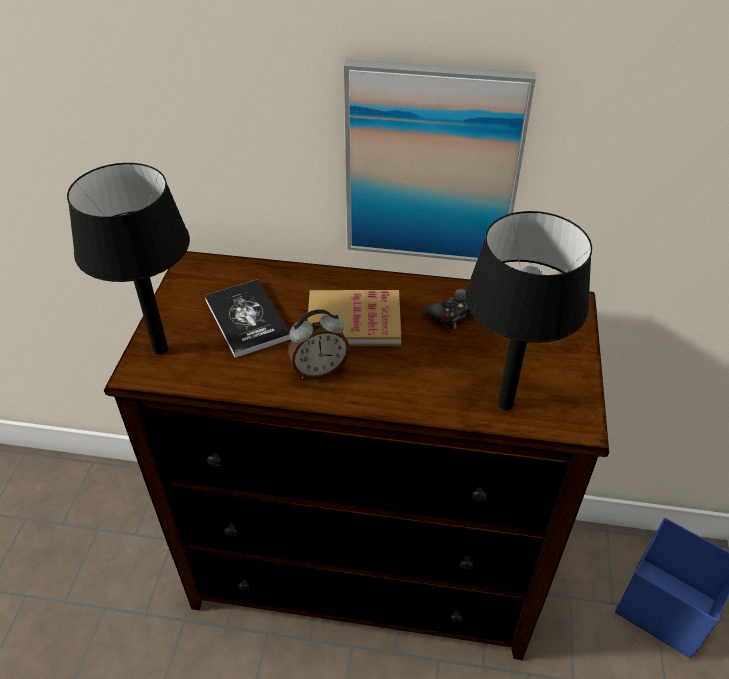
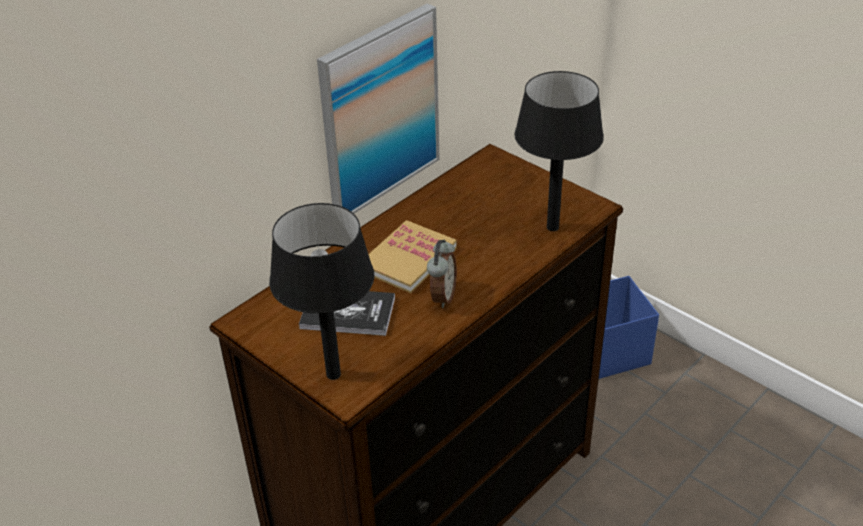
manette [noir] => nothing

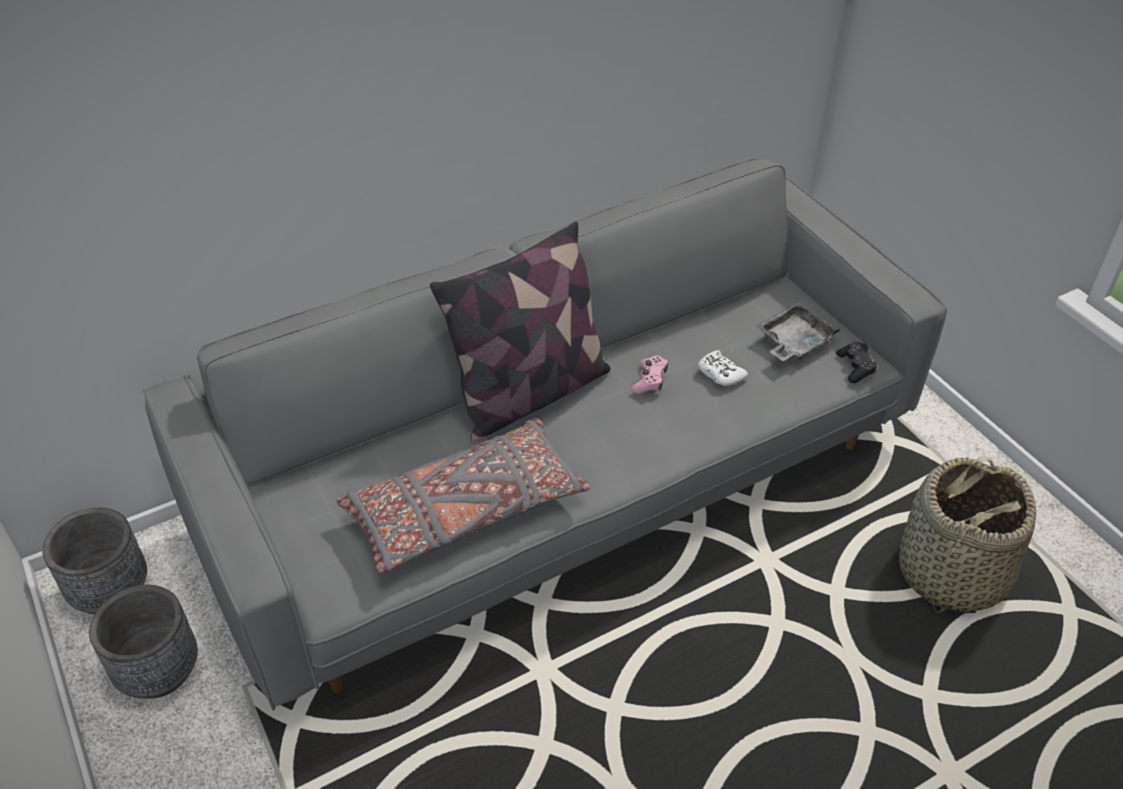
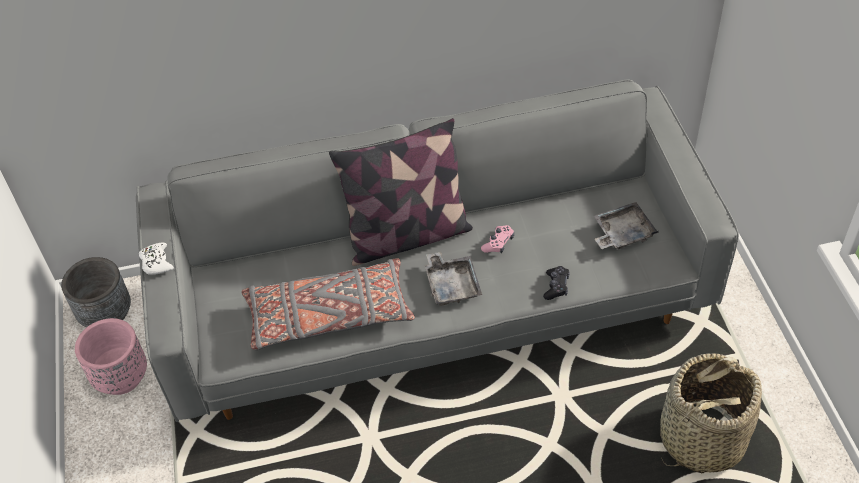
cache-pot [gris] (2nd from left) => cache-pot [rose]
manette [blanc], moved
manette [noir], moved
nothing => plateau [gris] (1st from left)

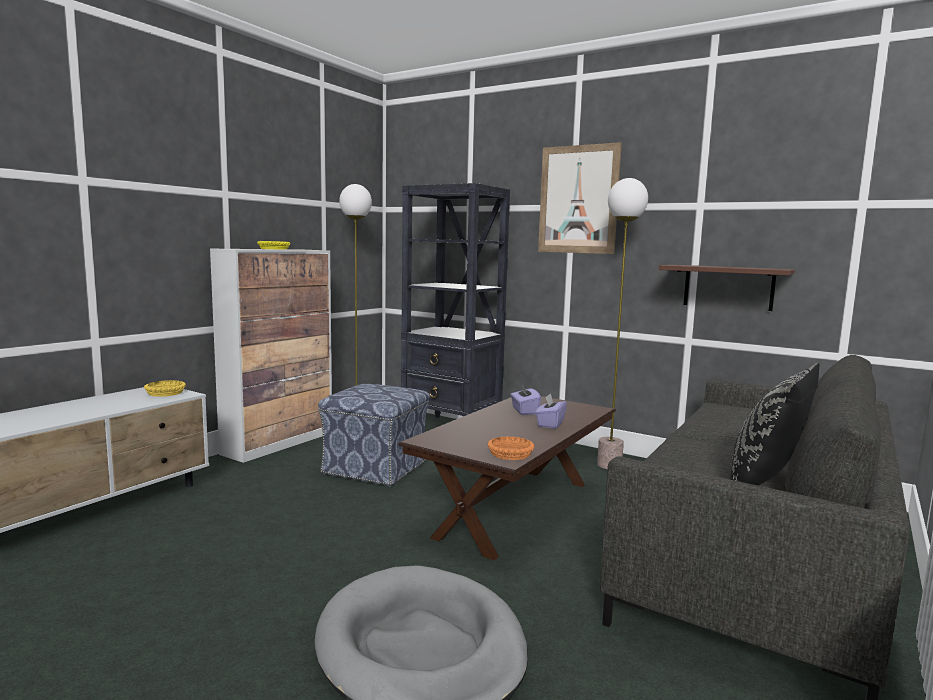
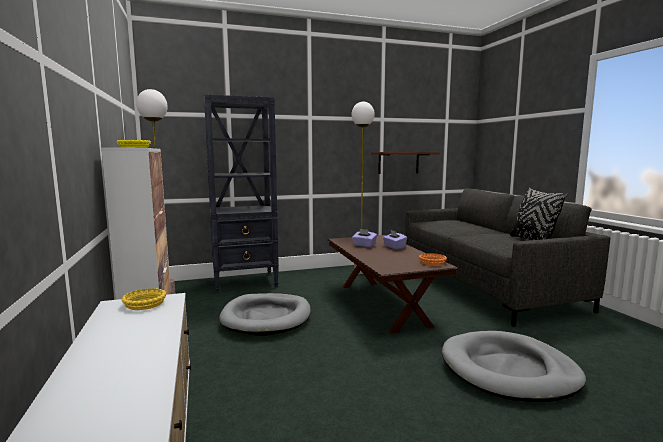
pouf => panier pour chien [gris] (1st from left)
tableau => nothing

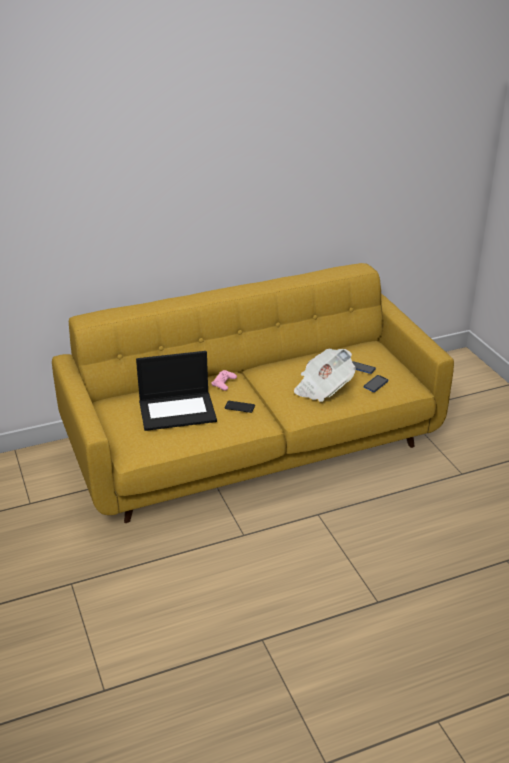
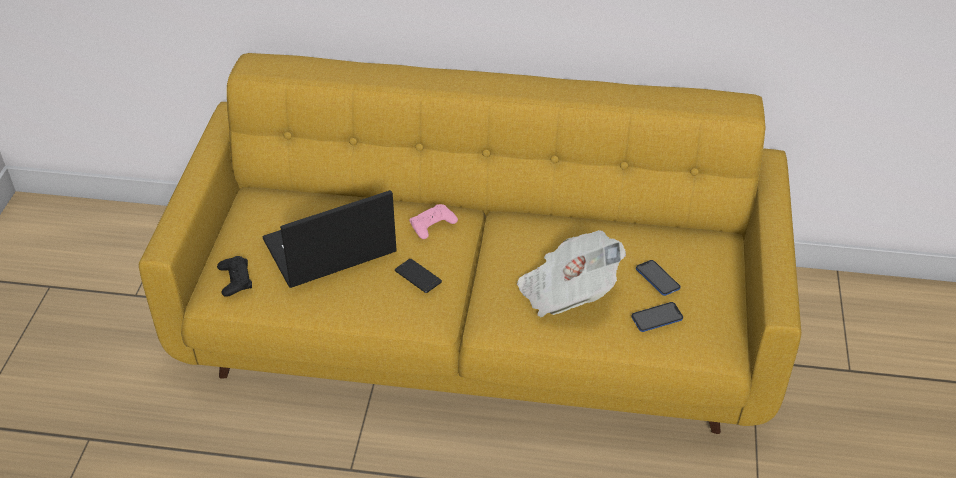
ordinateur portable, 135 degrees clockwise
nothing => manette [noir]

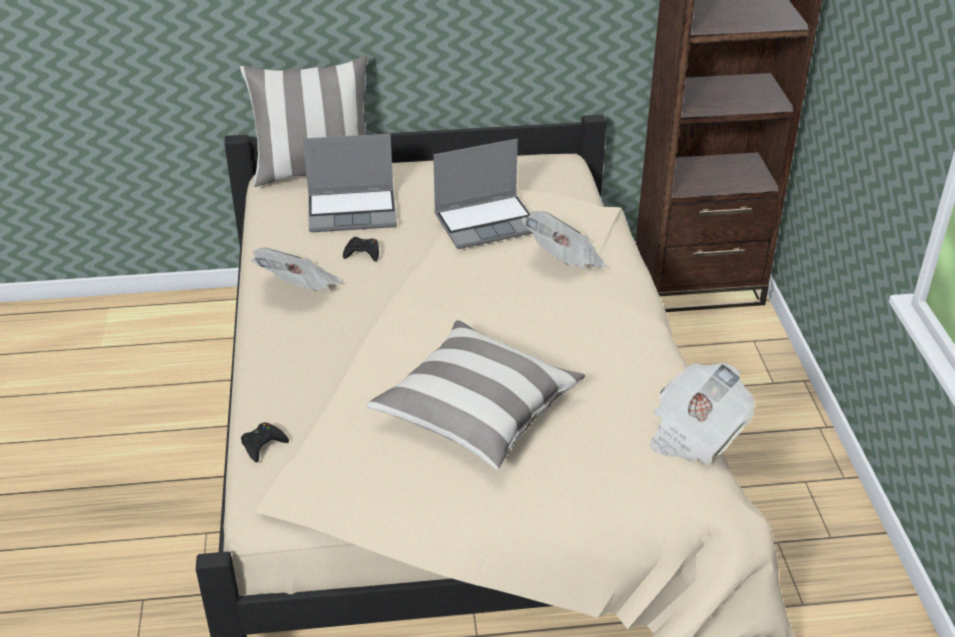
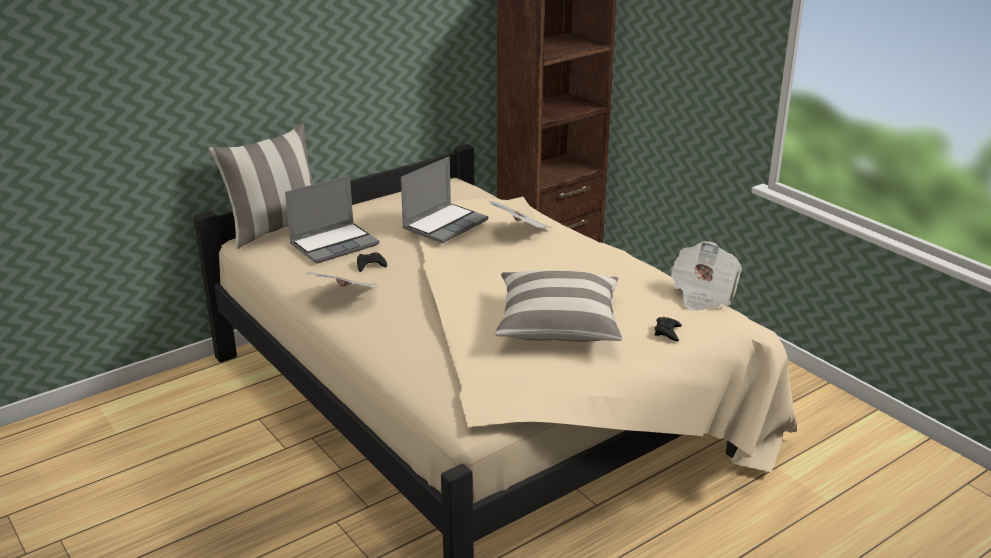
manette [noir] (1st from left in the first image) => manette [noir] (2nd from left), moved

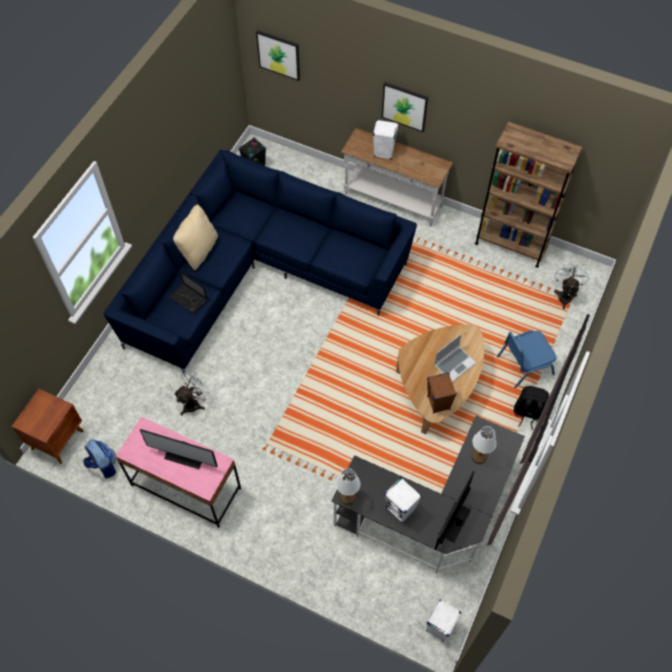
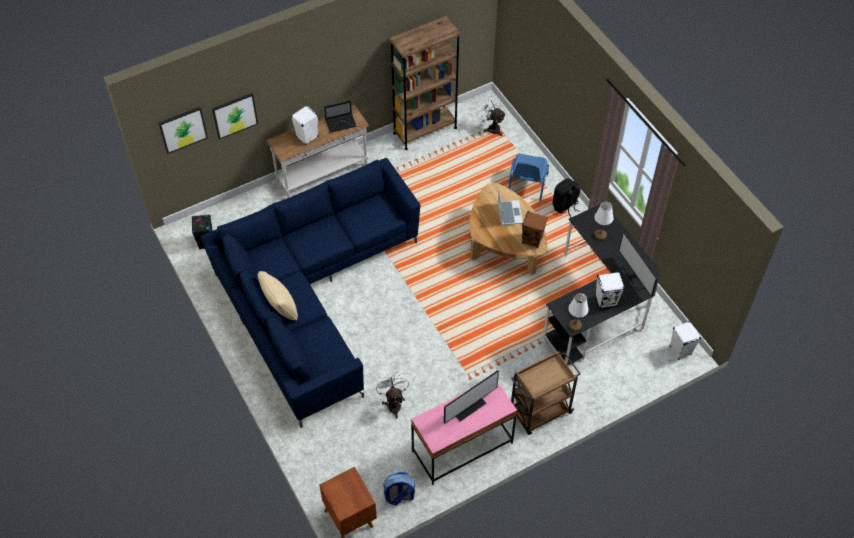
ordinateur portable (1st from left), moved
tableau (2nd from left), moved
nothing => chariot [marron]

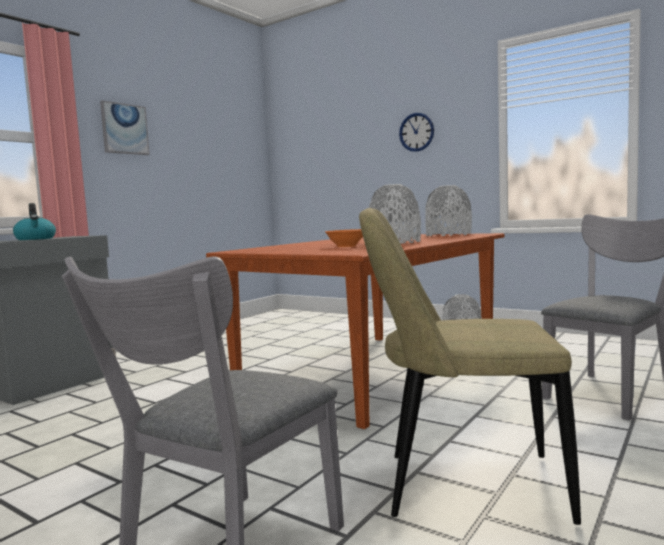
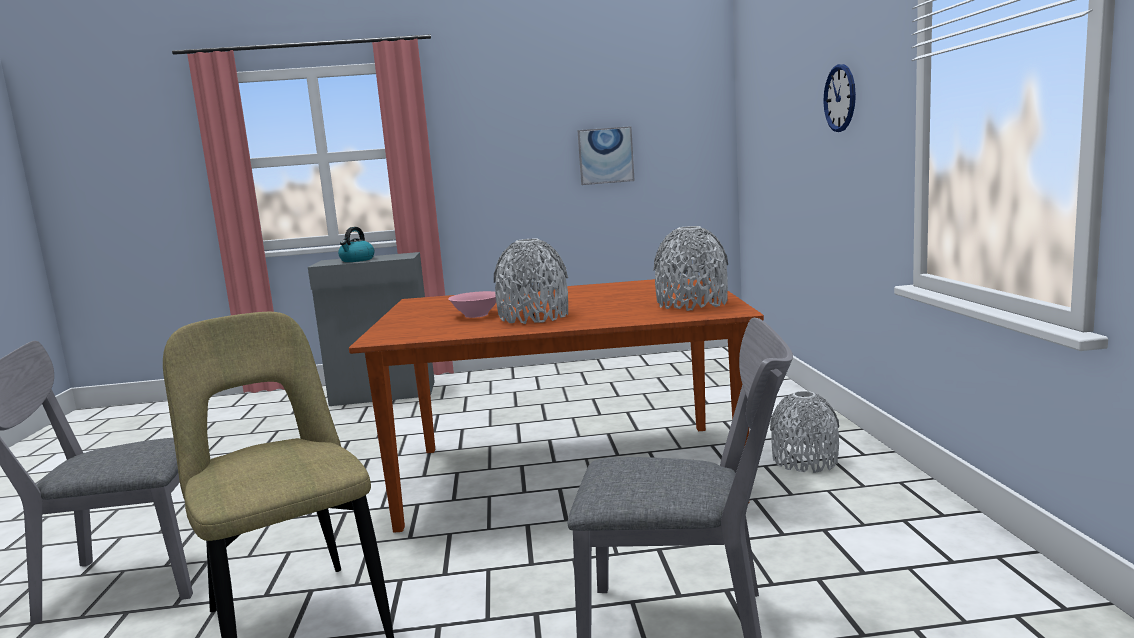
tableau, moved
bol [orange] => bol [rose]

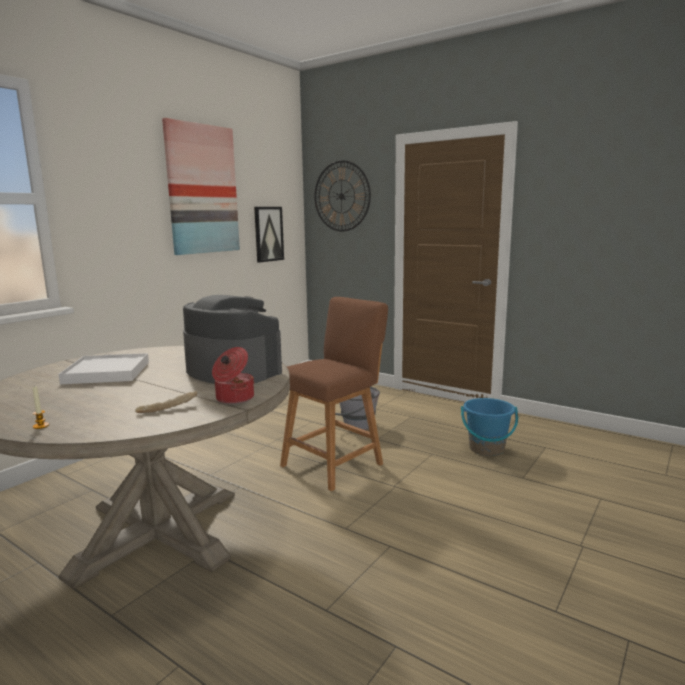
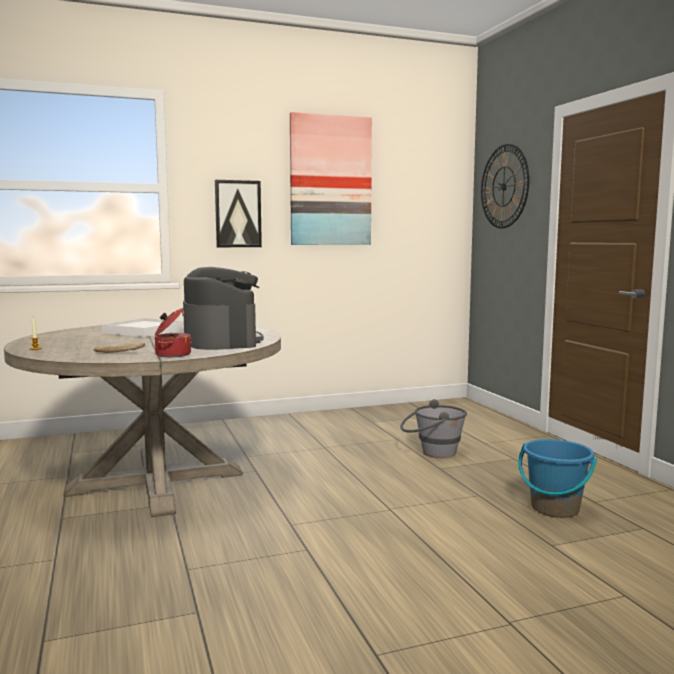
tableau (2nd from left in the first image) => tableau (1st from left), moved
tabouret [marron] => nothing

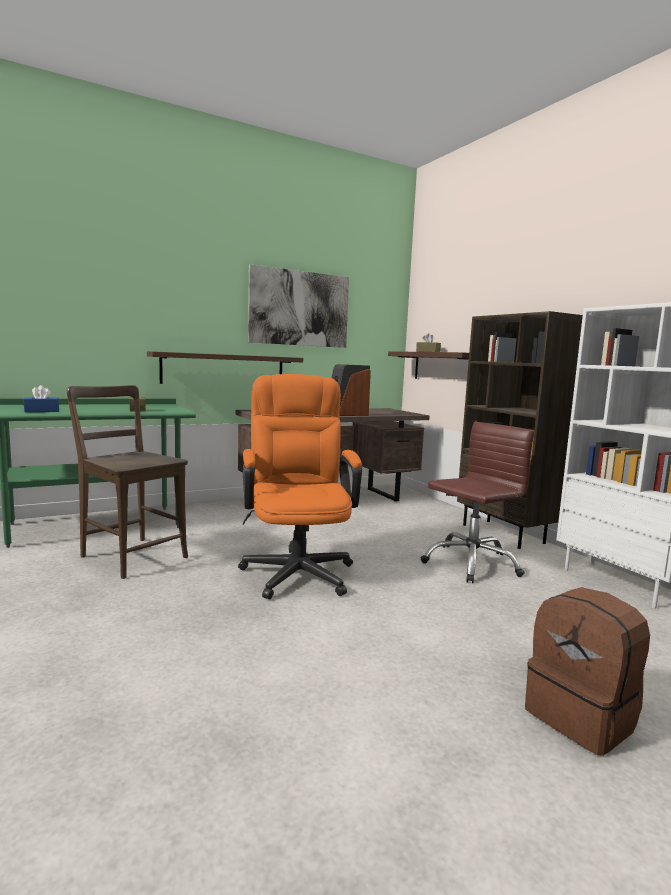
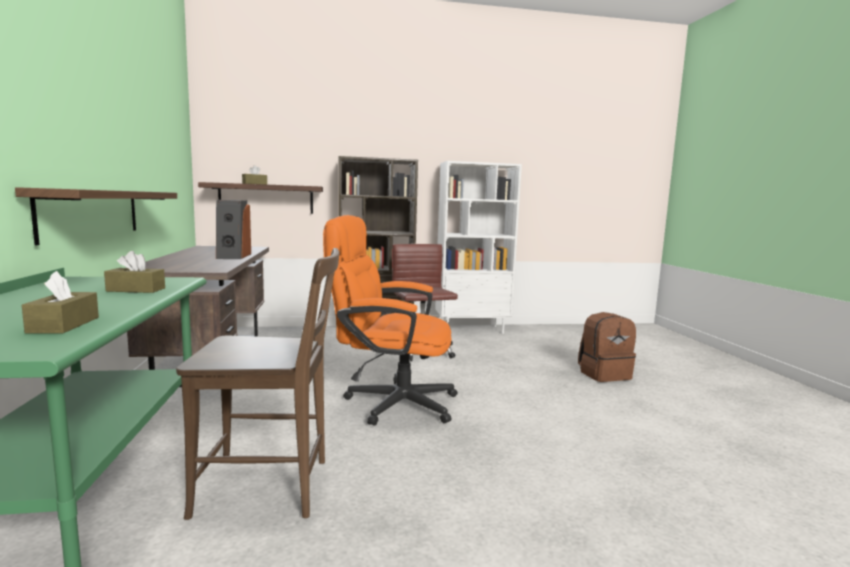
boîte à mouchoirs [bleu] => boîte à mouchoirs [marron] (1st from left)
chaise [marron], 150 degrees counterclockwise
tableau => nothing

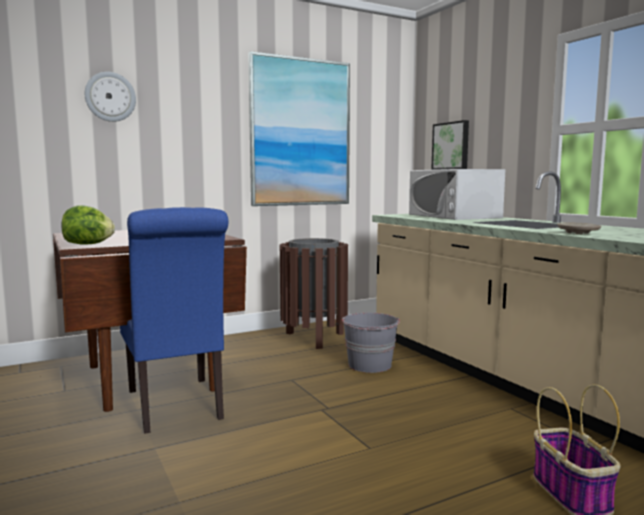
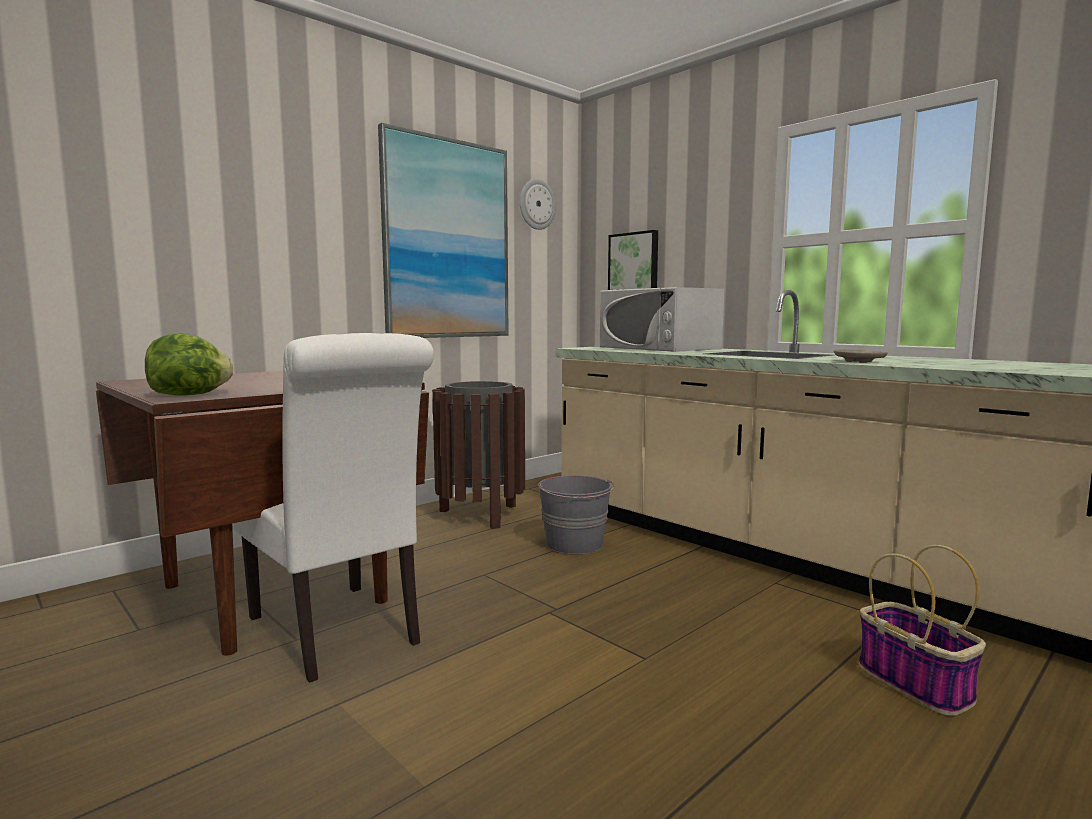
horloge murale, moved
chaise [bleu] => chaise [blanc]

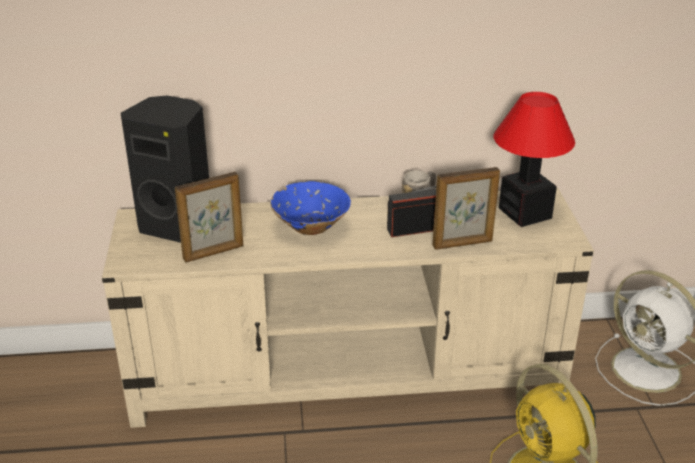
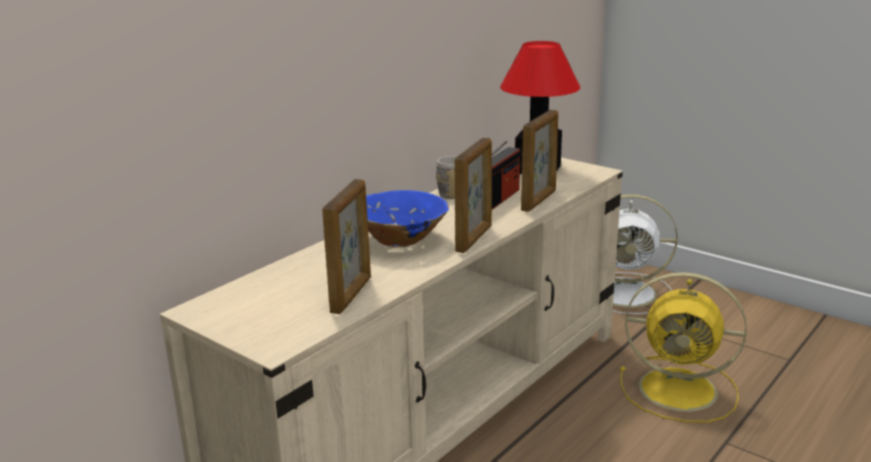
enceinte [noir] => nothing
nothing => cadre photo (2nd from left)

